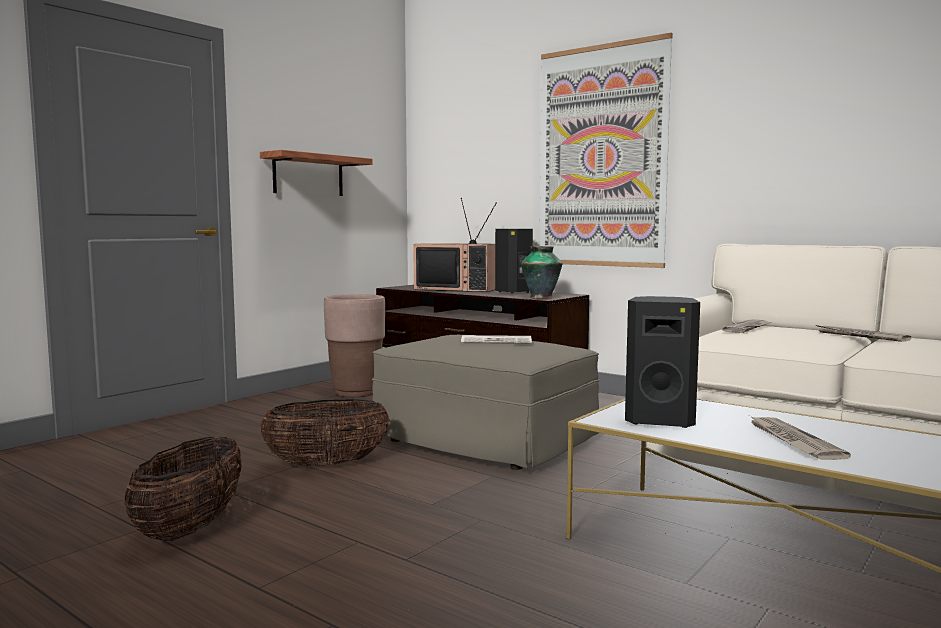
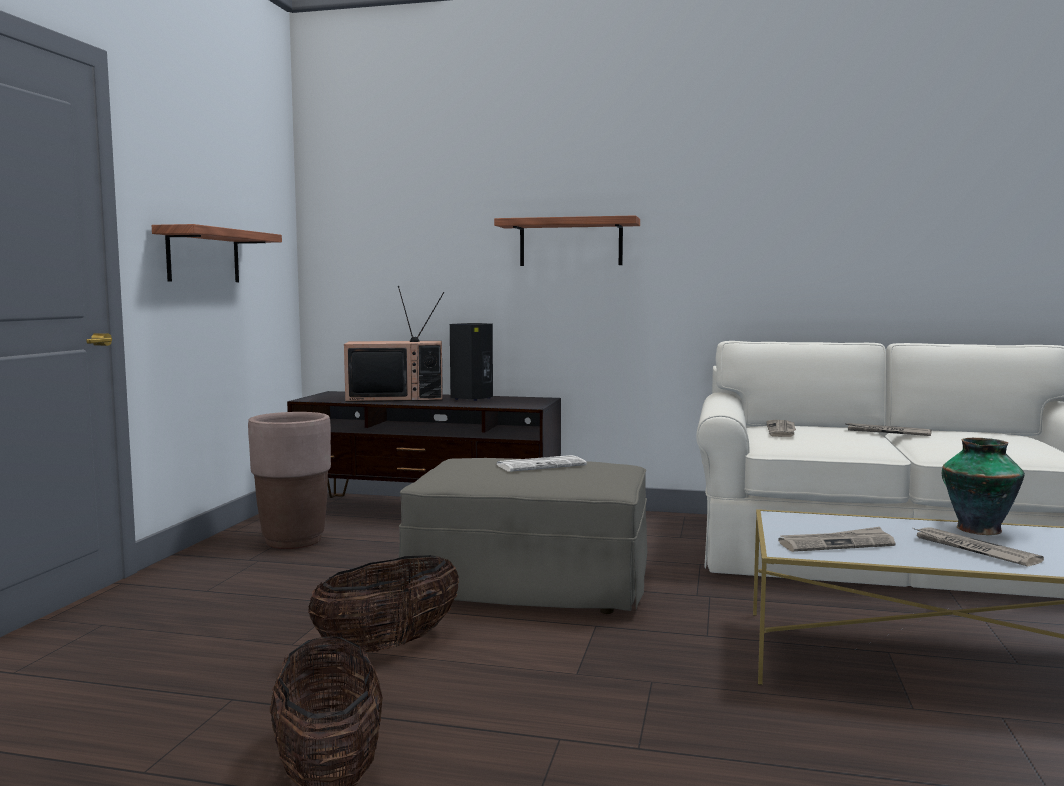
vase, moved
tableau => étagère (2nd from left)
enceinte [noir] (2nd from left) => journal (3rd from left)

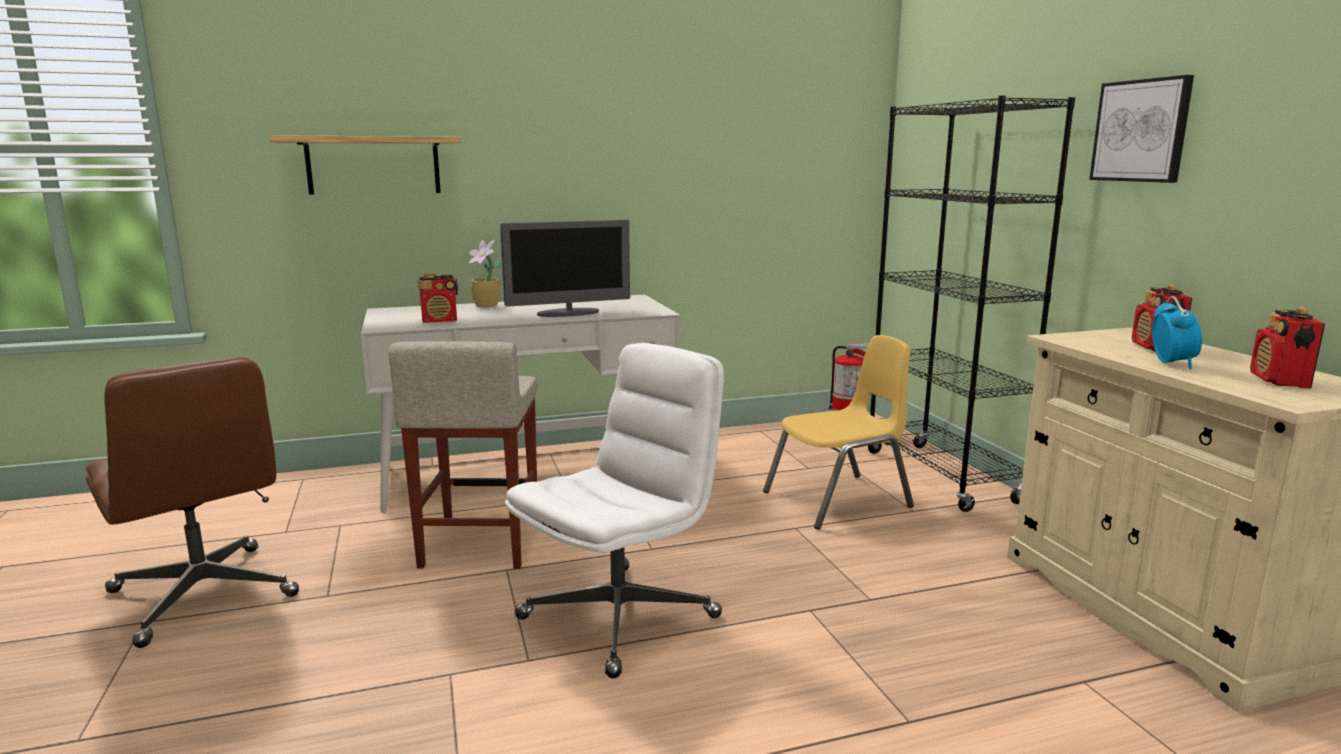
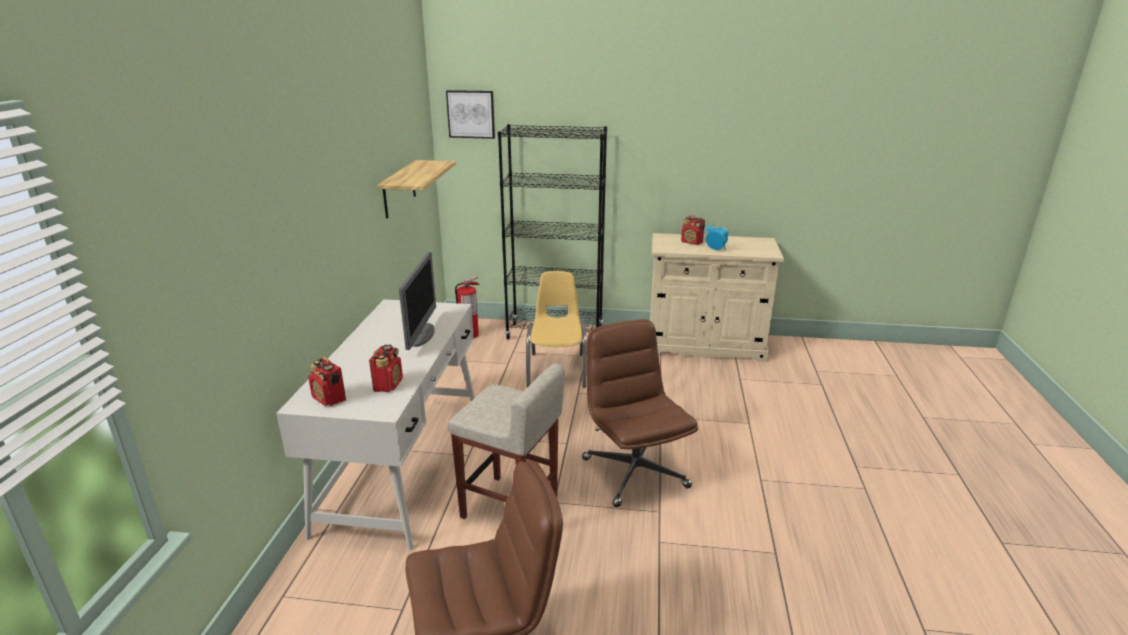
étagère, moved
plante en pot => nothing
chaise de bureau [blanc] => chaise de bureau [marron] (2nd from left)
tableau, moved
radio (3rd from left in the first image) => radio (1st from left), moved

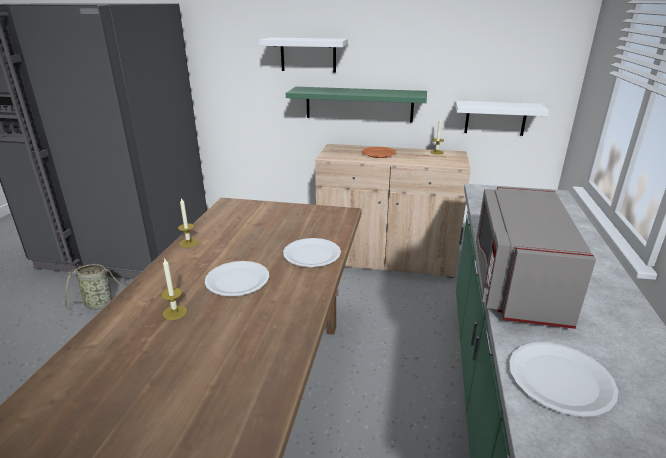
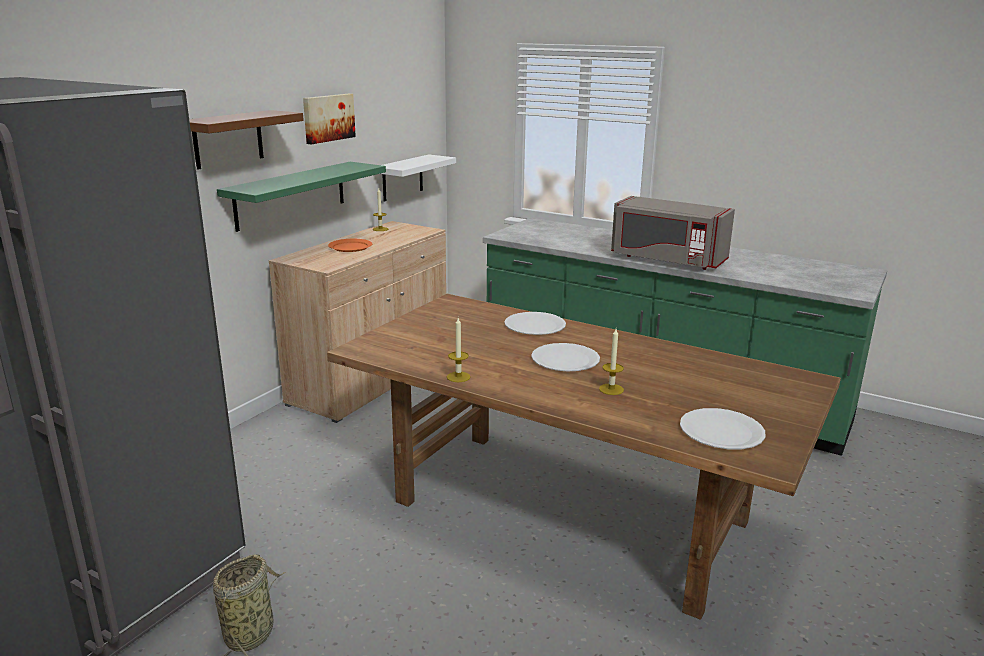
étagère [blanc] (1st from left) => étagère [marron]
assiette [blanc] (3rd from left), moved
nothing => tableau

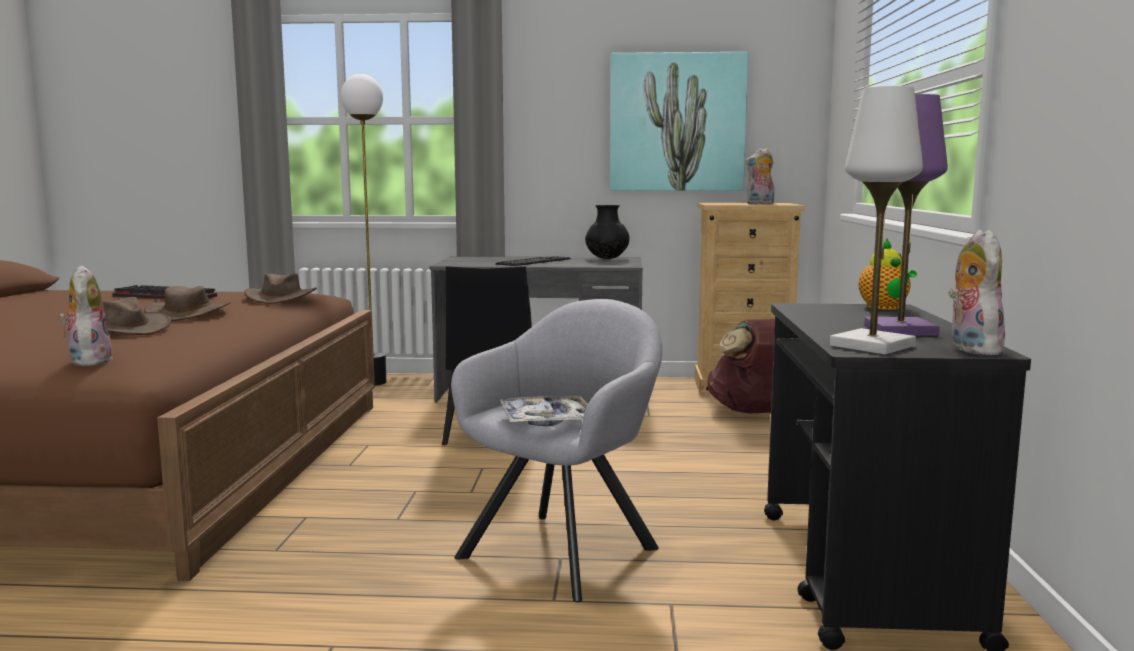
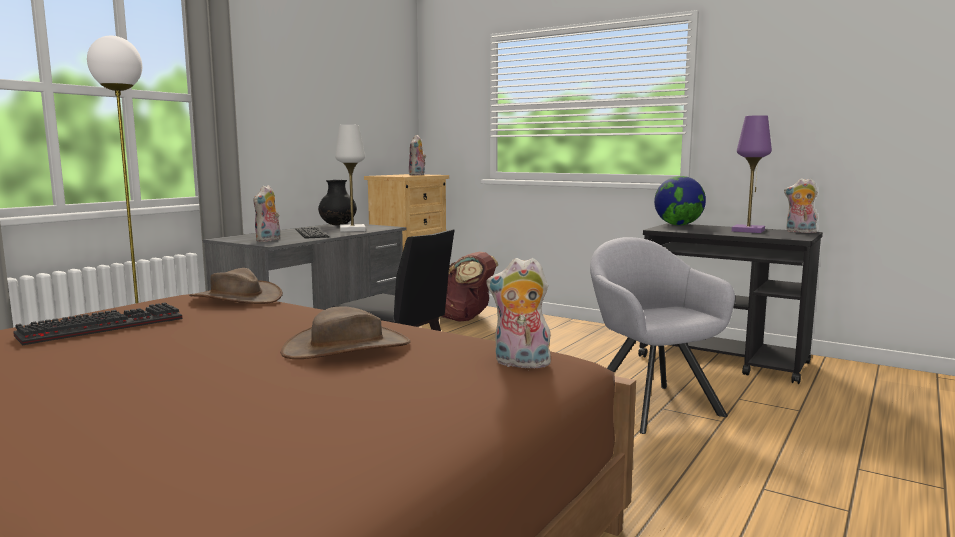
chapeau [marron] (2nd from left) => nothing
plateau => nothing
tableau => nothing
lampe de table [blanc], moved
théière => globe
nothing => peluche (1st from left)

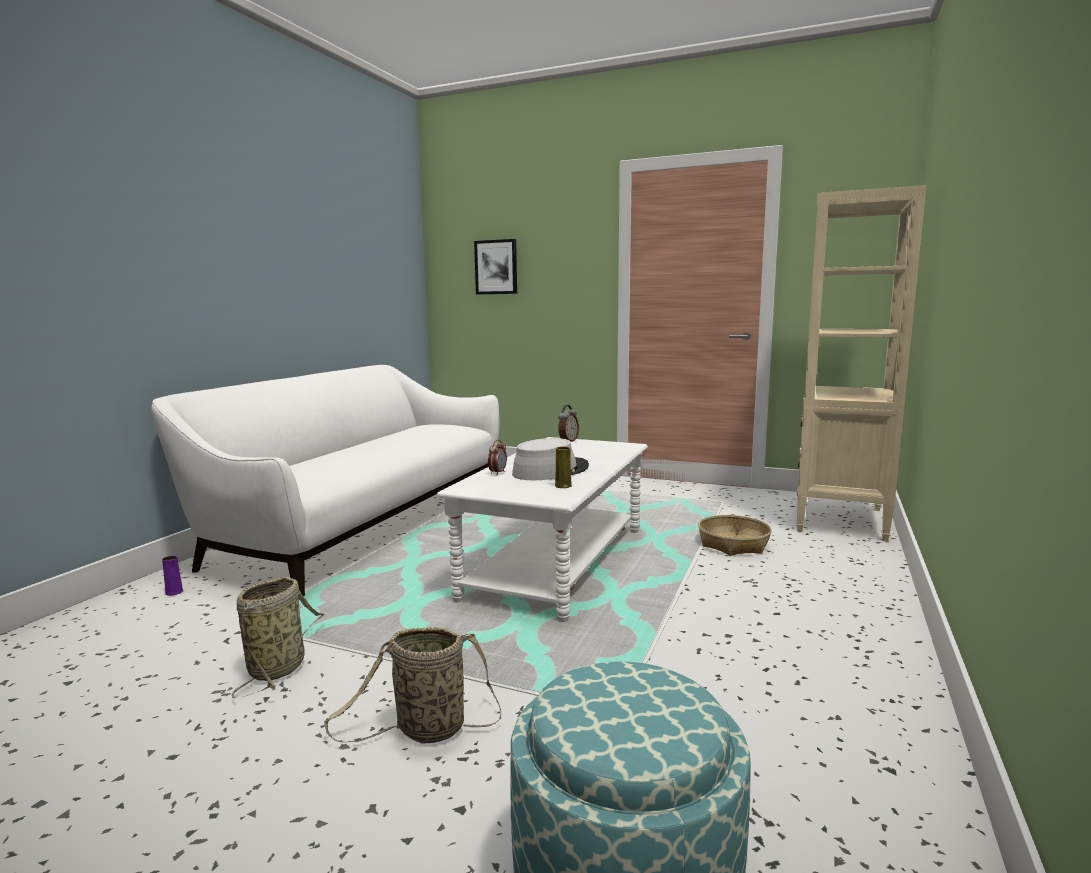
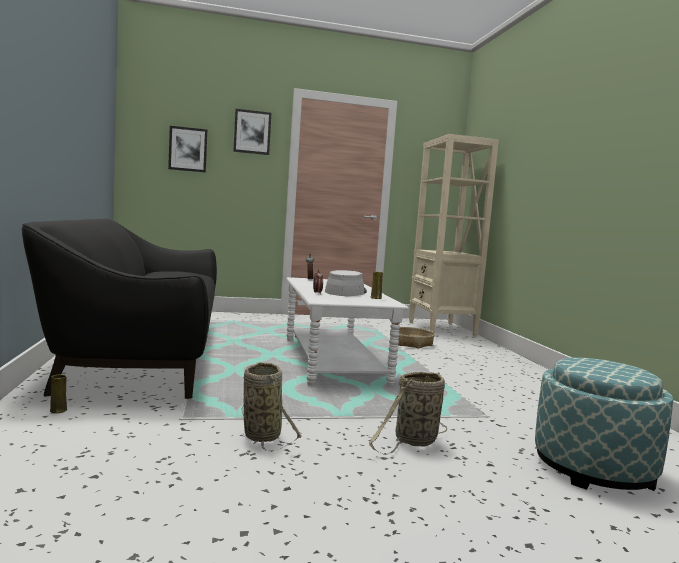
canapé [blanc] => canapé [noir]
vase [violet] => vase [jaune] (1st from left)
nothing => tableau (2nd from left)

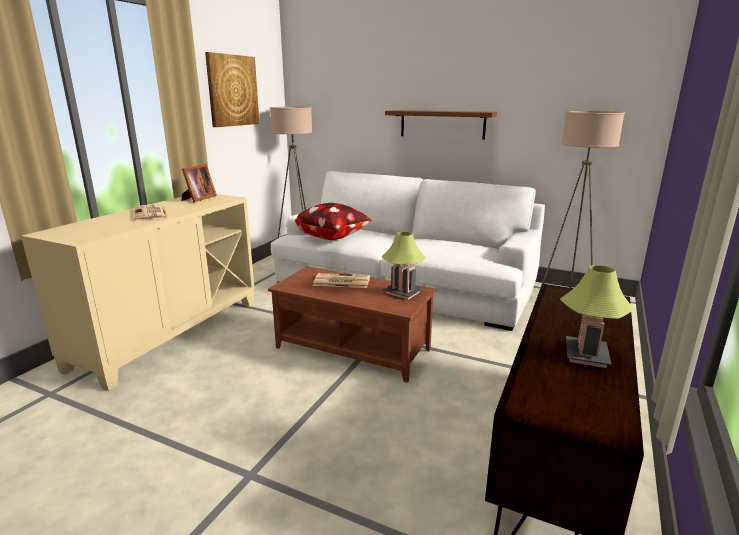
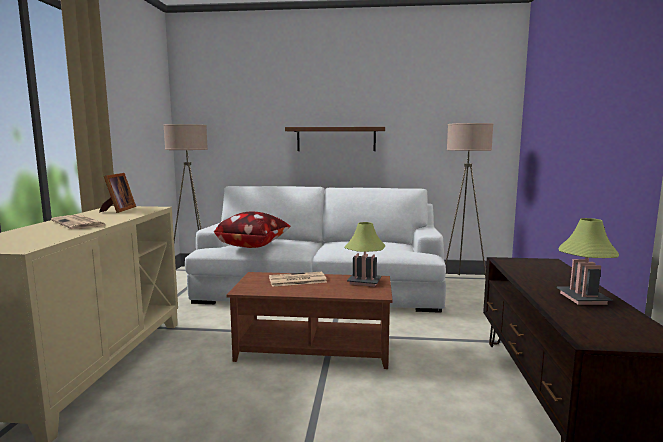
tableau => nothing

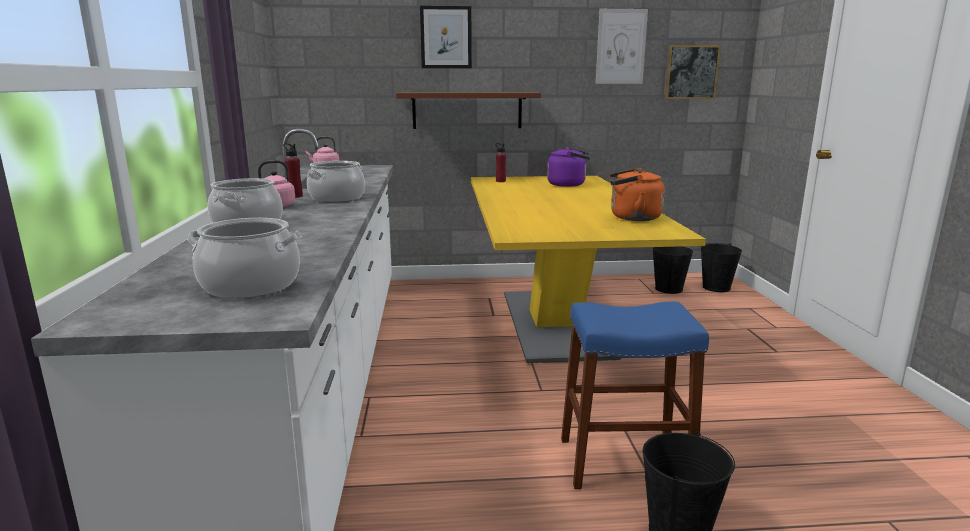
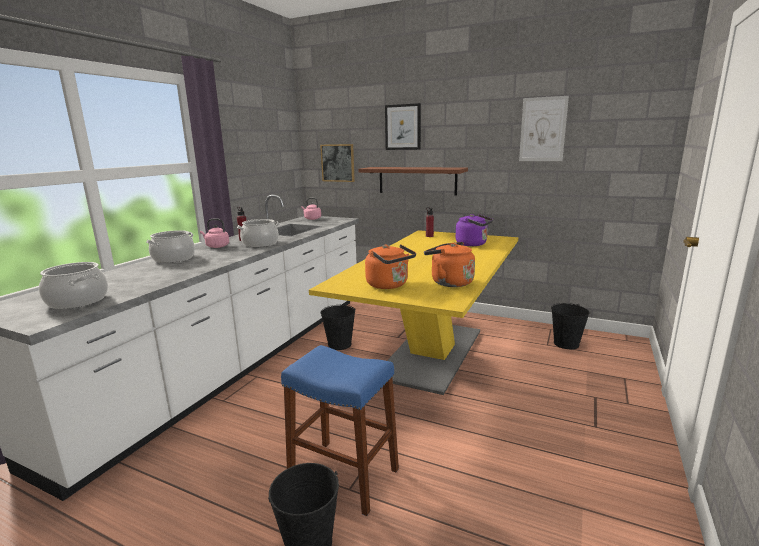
tableau (3rd from left in the first image) => tableau (1st from left), moved
seau [noir] (3rd from left in the first image) => seau [noir] (2nd from left), moved
nothing => bouilloire [orange] (1st from left)

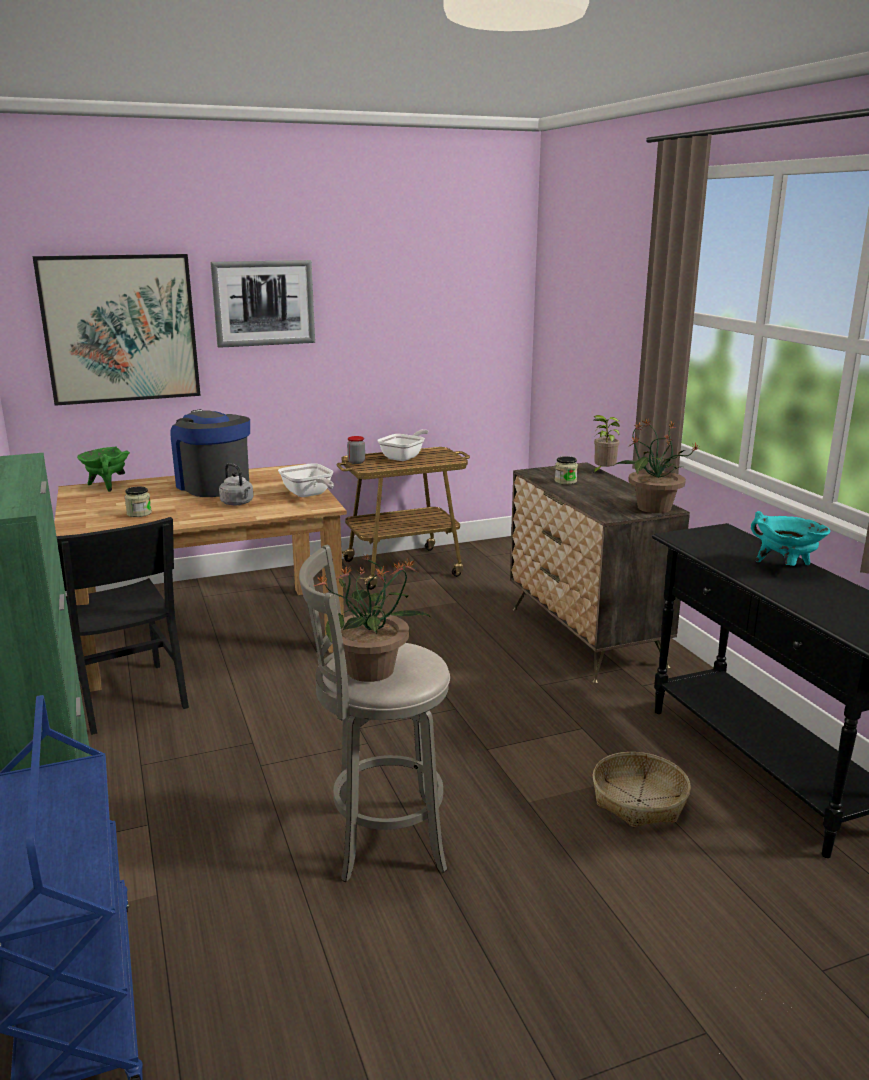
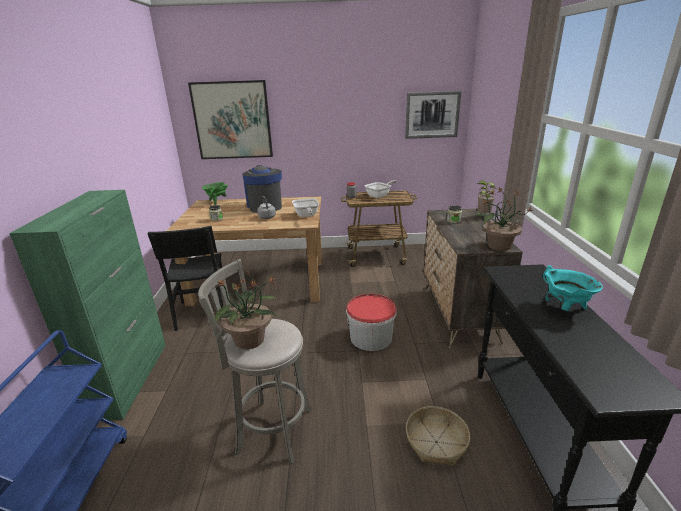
tableau (2nd from left), moved
nothing => seau

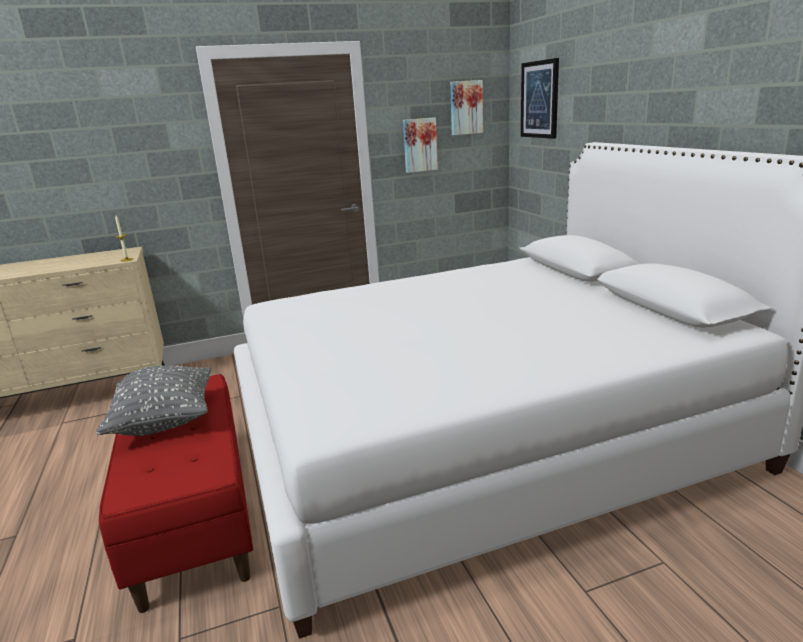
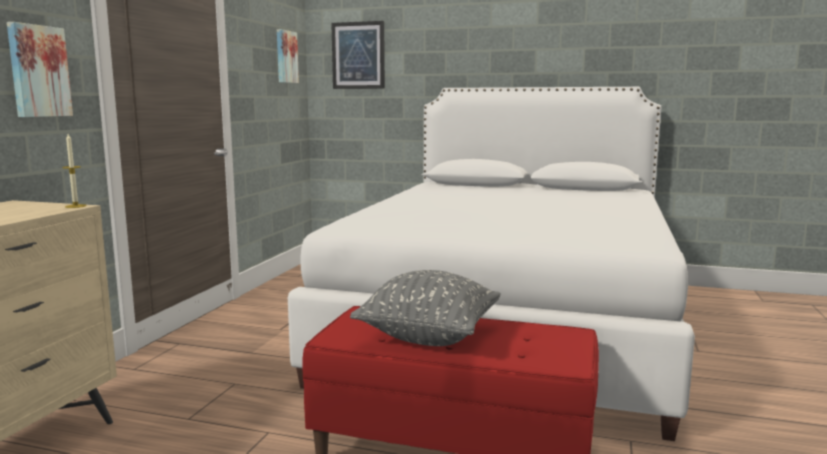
tableau (1st from left), moved

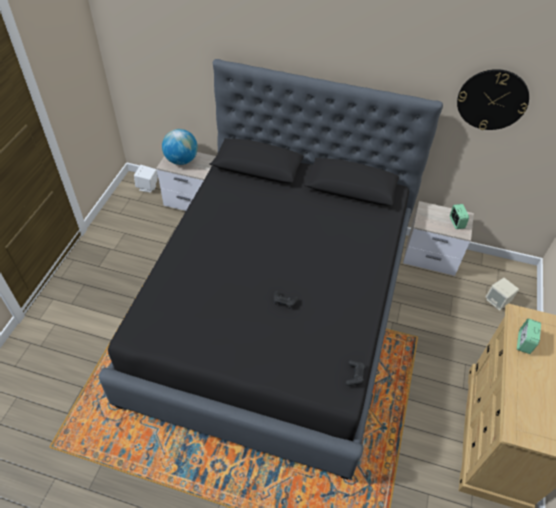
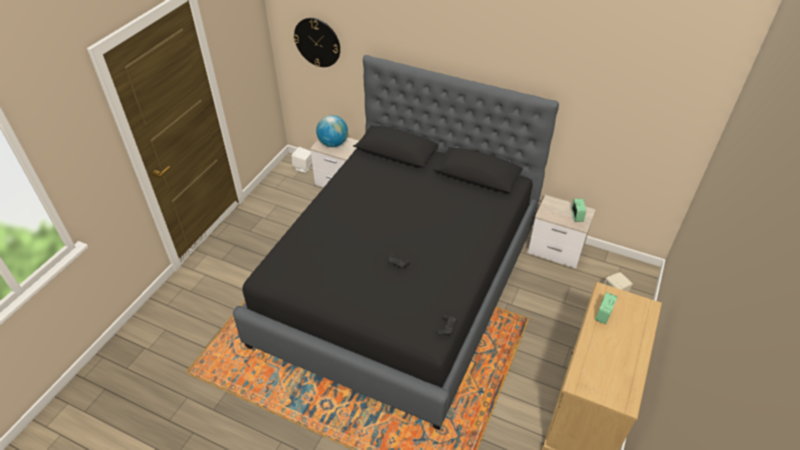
horloge murale, moved

